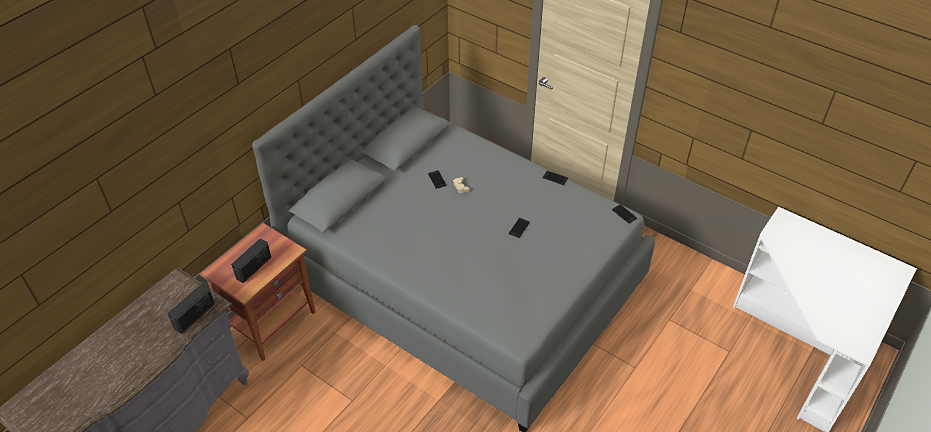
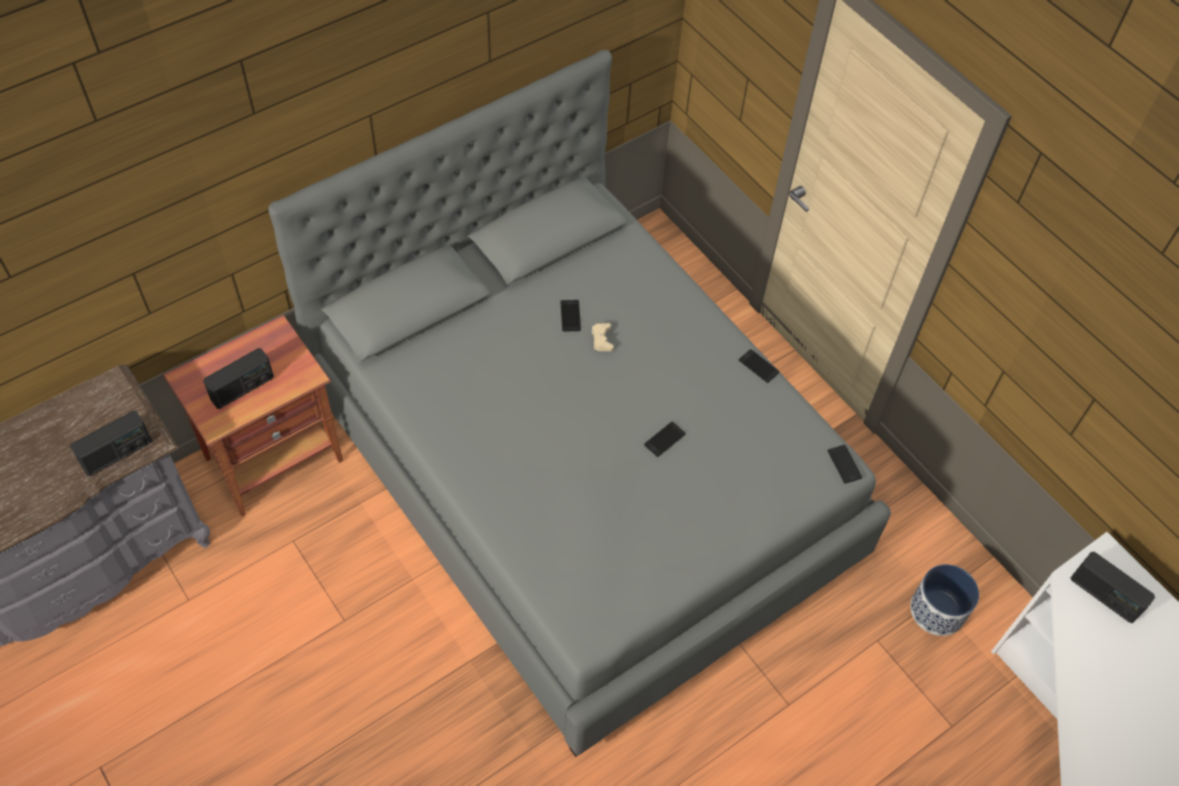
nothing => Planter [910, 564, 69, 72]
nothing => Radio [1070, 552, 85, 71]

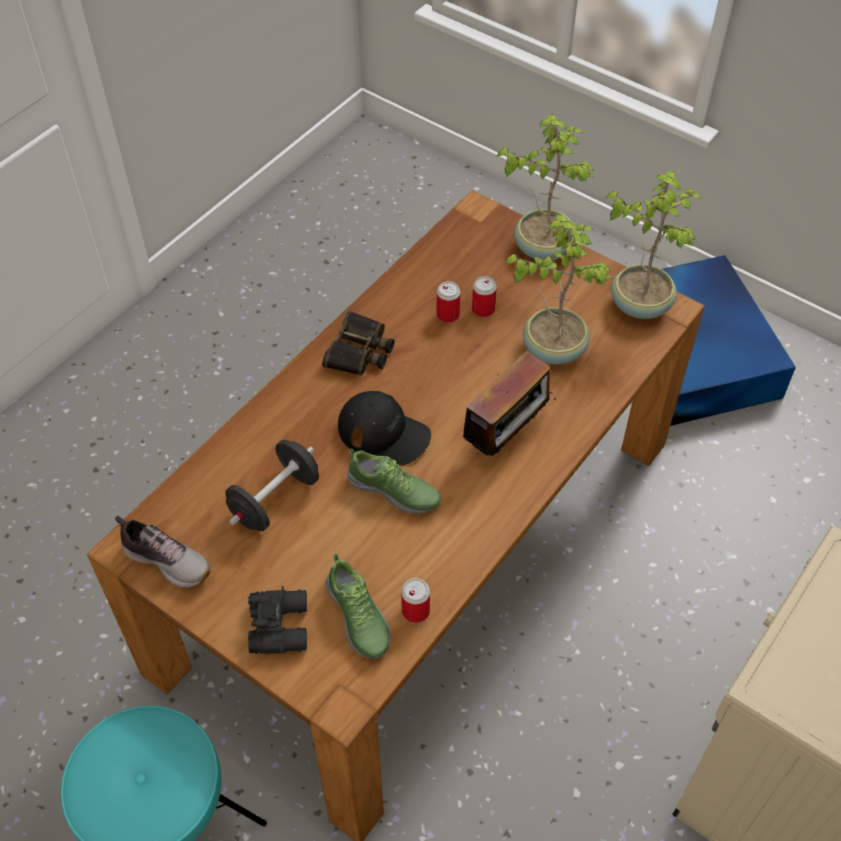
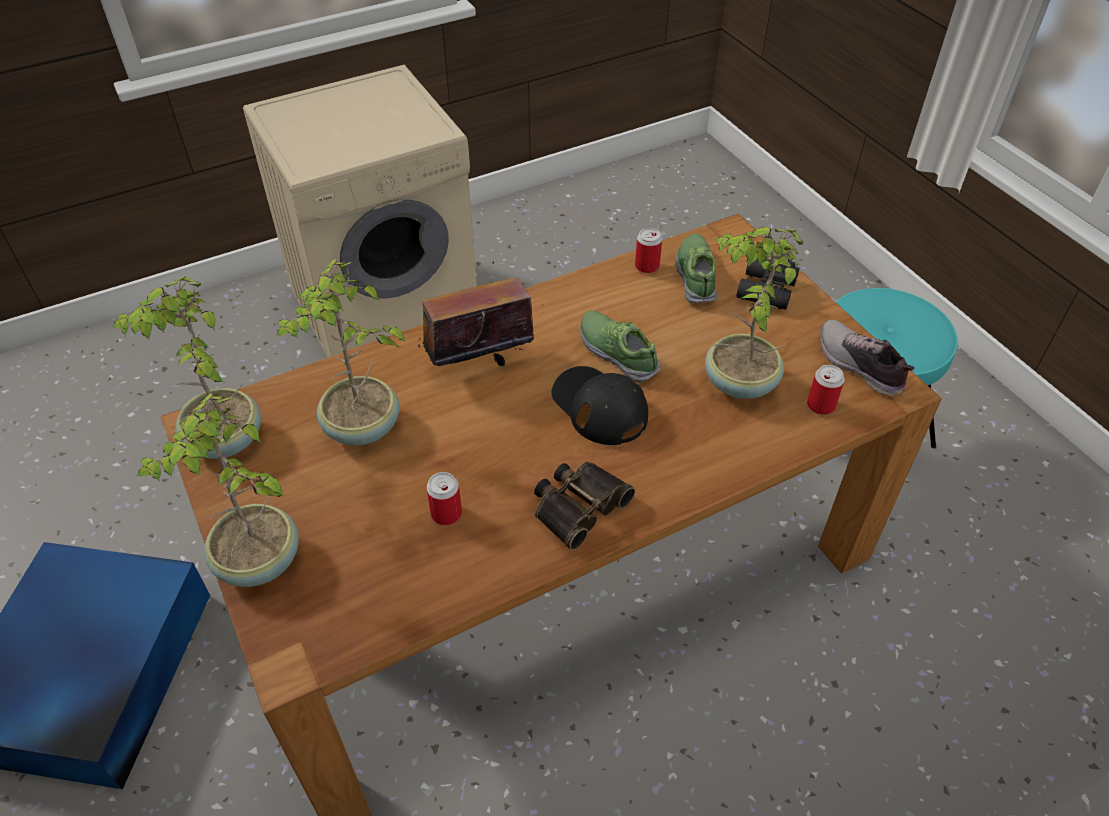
BlackDumbbell [225, 440, 94, 91] => PottedPlant [705, 227, 98, 172]
Can [472, 276, 25, 41] => Can [807, 365, 38, 50], shifted

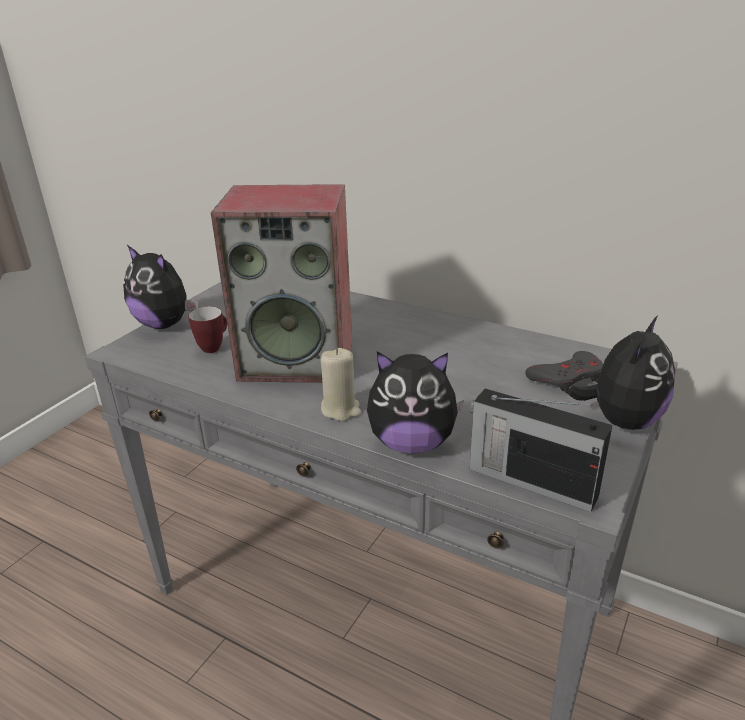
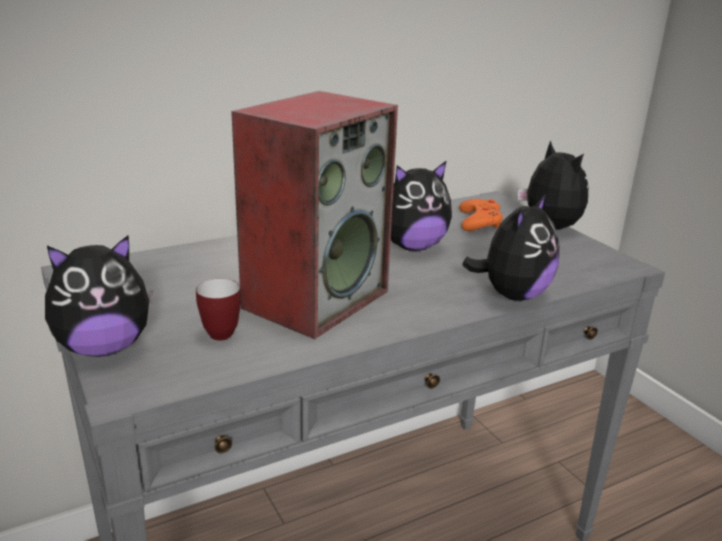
BeigeCandle [321, 348, 40, 73] => nothing
Radio [470, 388, 142, 124] => nothing
GreyGameController [525, 351, 78, 42] => OrangeGameController [459, 199, 44, 32]
nothing => PlushToy [391, 161, 61, 90]

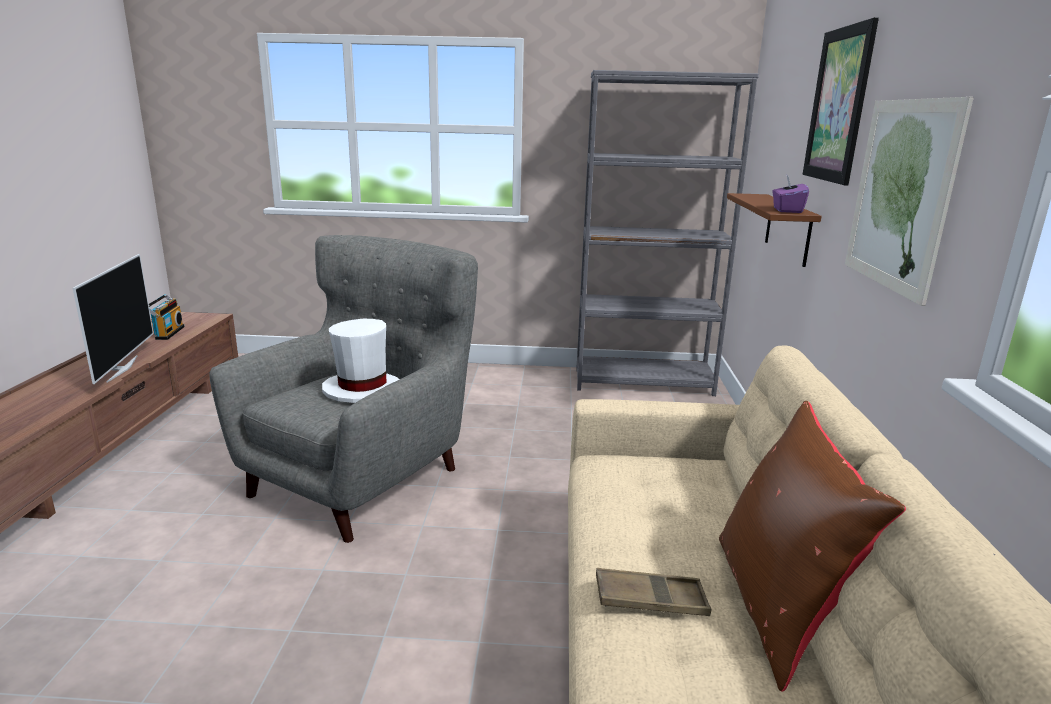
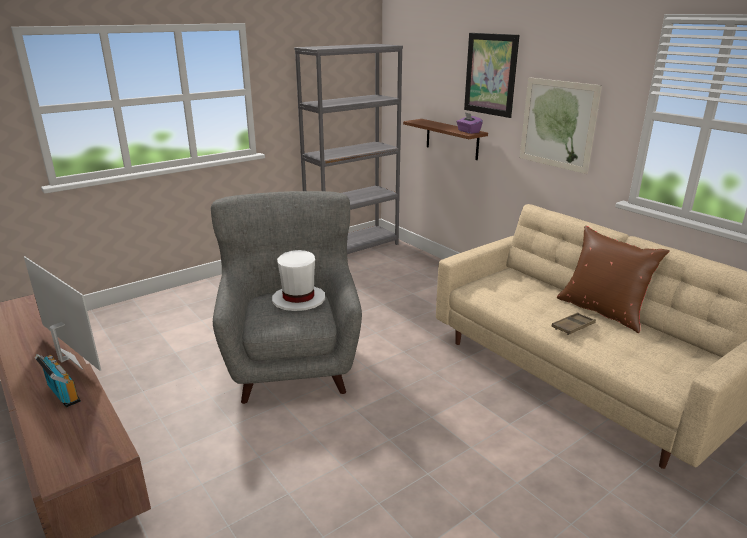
Radio [149, 294, 36, 46] => Radio [35, 354, 46, 53], shifted

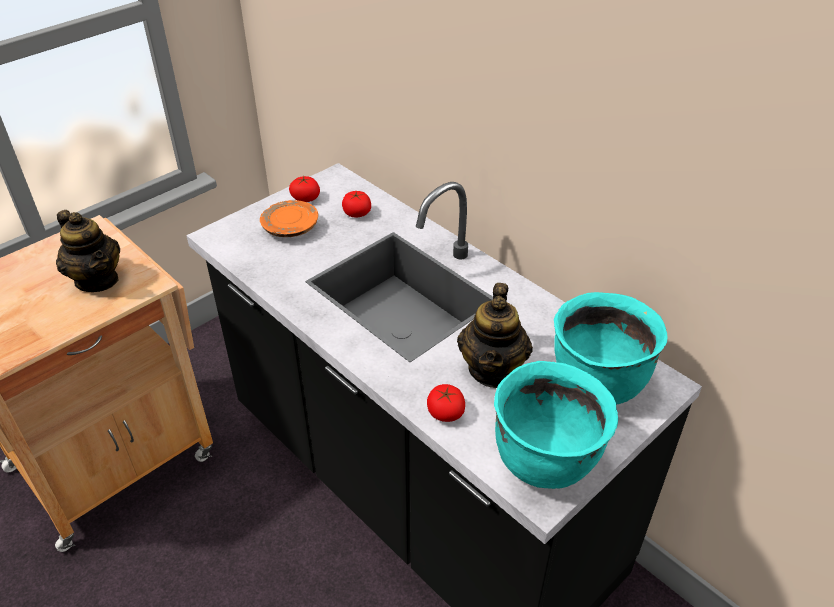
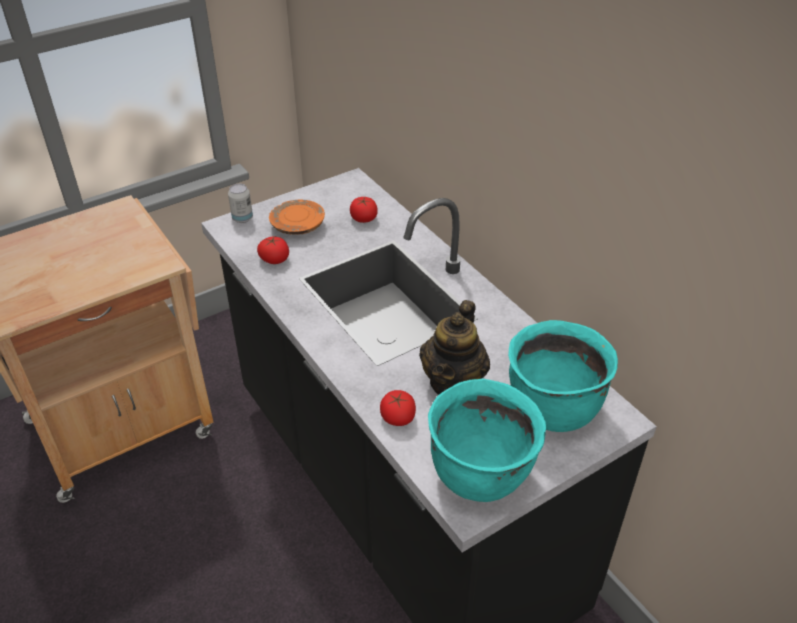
Teapot [56, 210, 64, 82] => nothing
Tomato [289, 176, 31, 26] => Tomato [257, 235, 32, 29], shifted
nothing => Can [228, 183, 25, 40]

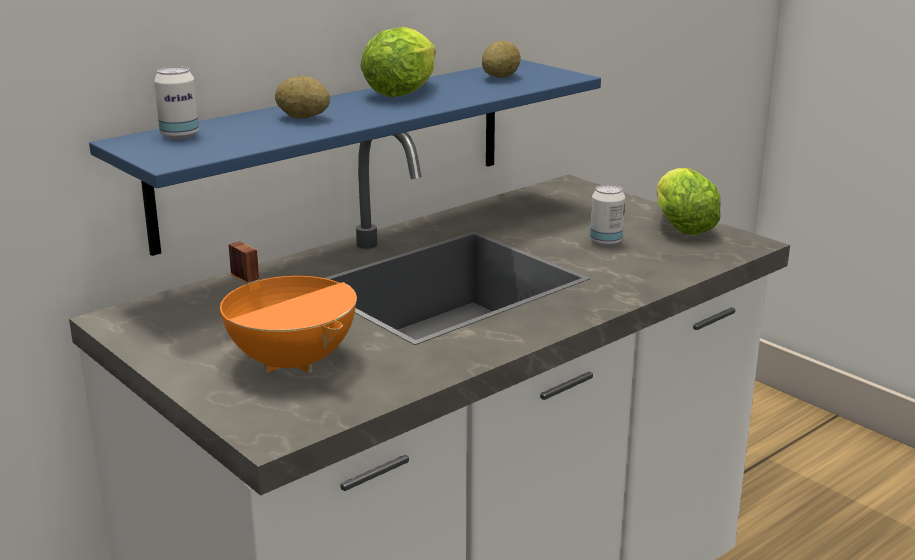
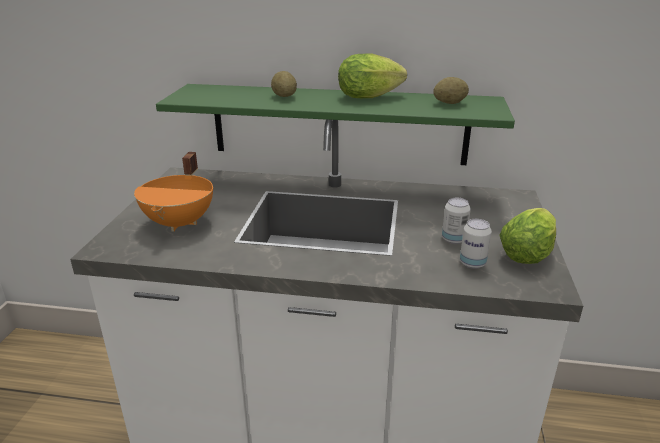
BlueShelf [89, 59, 512, 197] => GreenShelf [156, 84, 359, 81]
Can [154, 66, 45, 74] => Can [460, 219, 32, 50], shifted

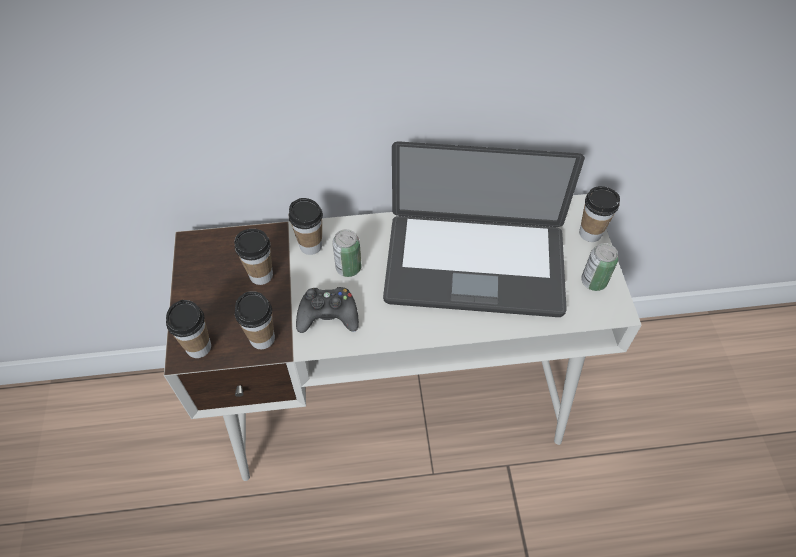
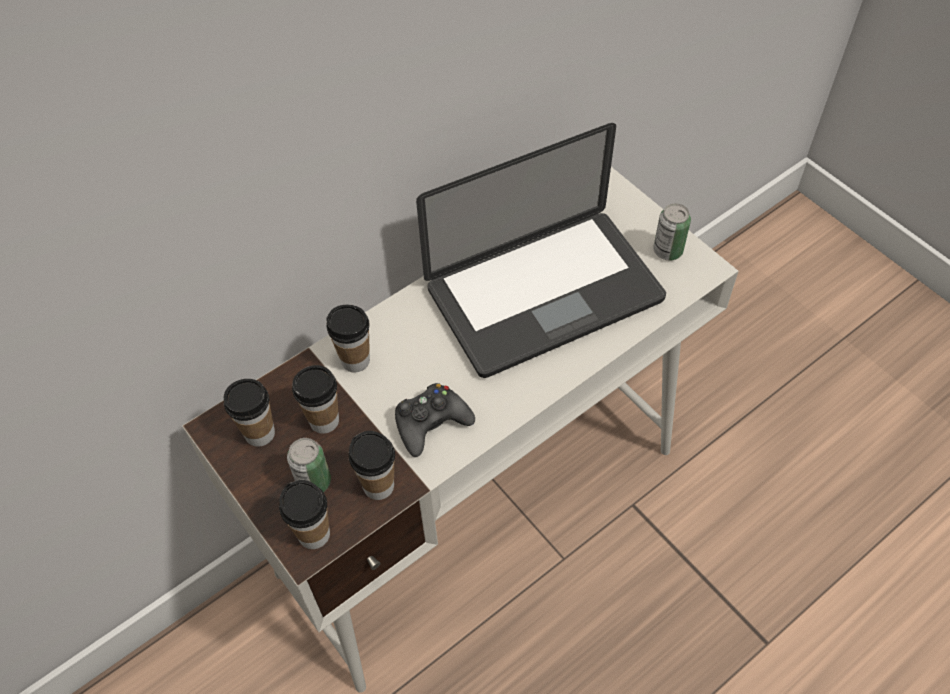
Can [332, 229, 30, 48] => Can [287, 438, 44, 54], shifted
Cup [579, 186, 41, 56] => Cup [224, 379, 51, 68], shifted

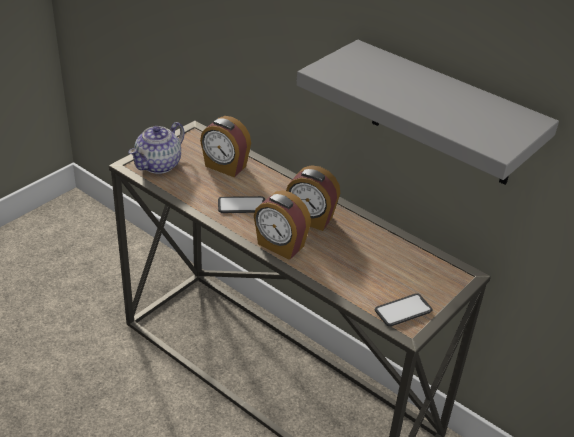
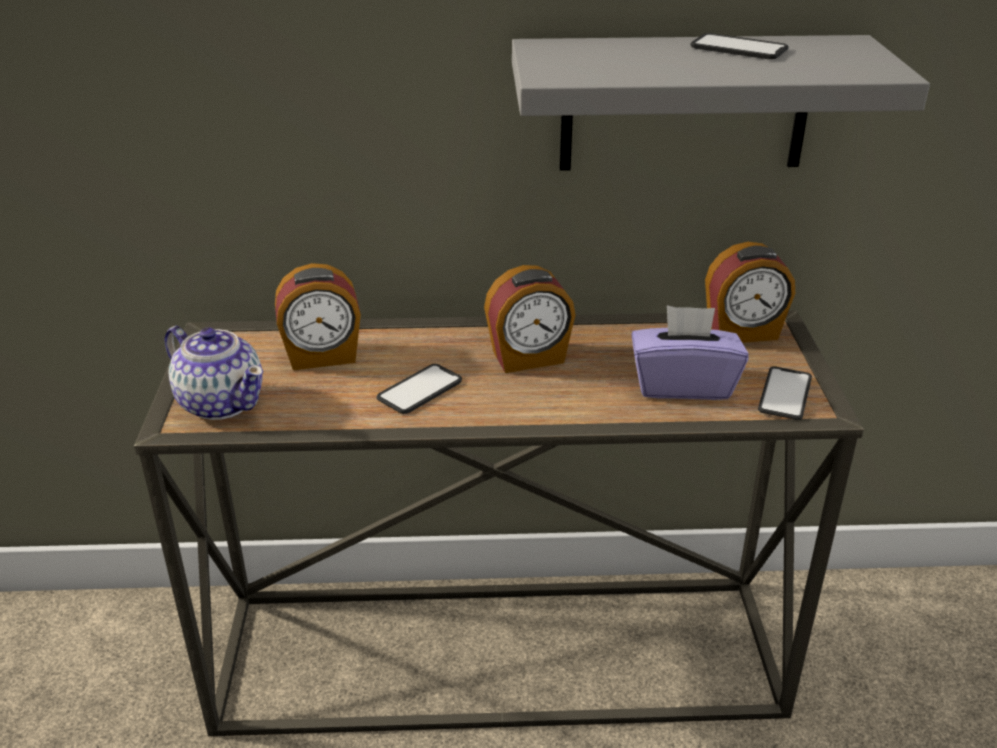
Teapot [128, 122, 57, 52] => Teapot [165, 326, 98, 94], 45 degrees counterclockwise
AlarmClock [254, 190, 57, 70] => AlarmClock [705, 242, 90, 101], shifted
nothing => PurpleTissueBox [631, 305, 118, 95]
nothing => Phone [691, 33, 98, 26]

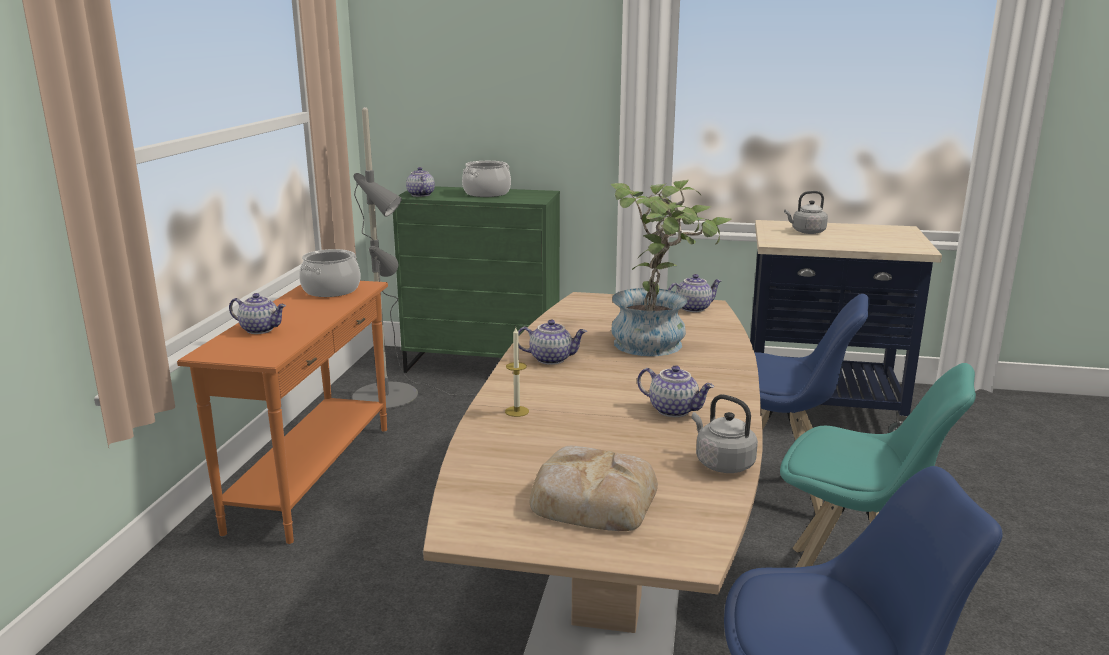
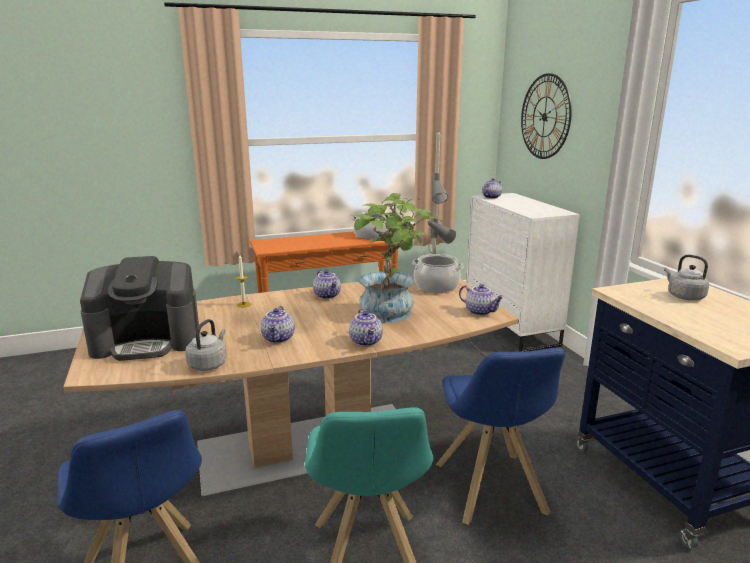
Teapot [229, 293, 57, 41] => Teapot [349, 309, 34, 37], shifted
GreenDresser [393, 186, 167, 187] => WhiteDresser [466, 193, 114, 159]
CookingPot [462, 161, 49, 36] => CookingPot [412, 254, 52, 39], shifted
Bread [530, 446, 128, 85] => CoffeeMachine [80, 256, 119, 105]
nothing => WallClock [521, 73, 51, 86]

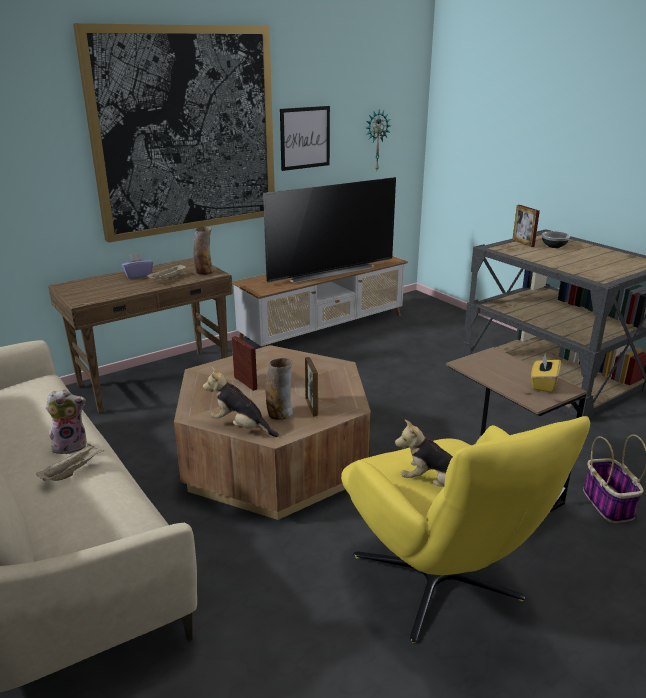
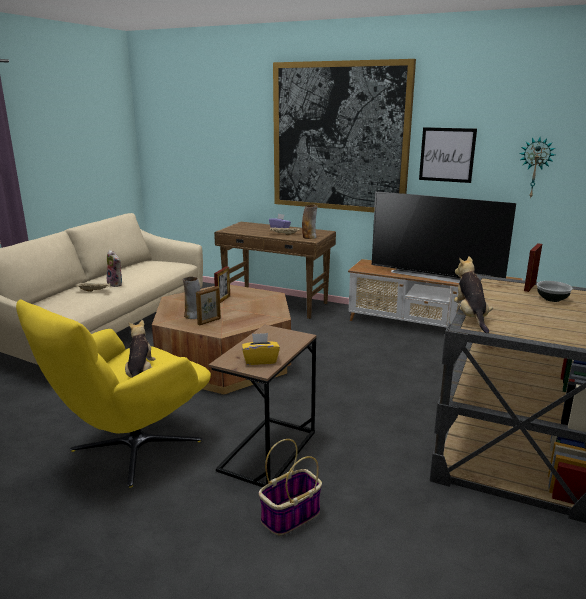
PlushToy [203, 367, 76, 70] => PlushToy [454, 256, 39, 77], shifted

